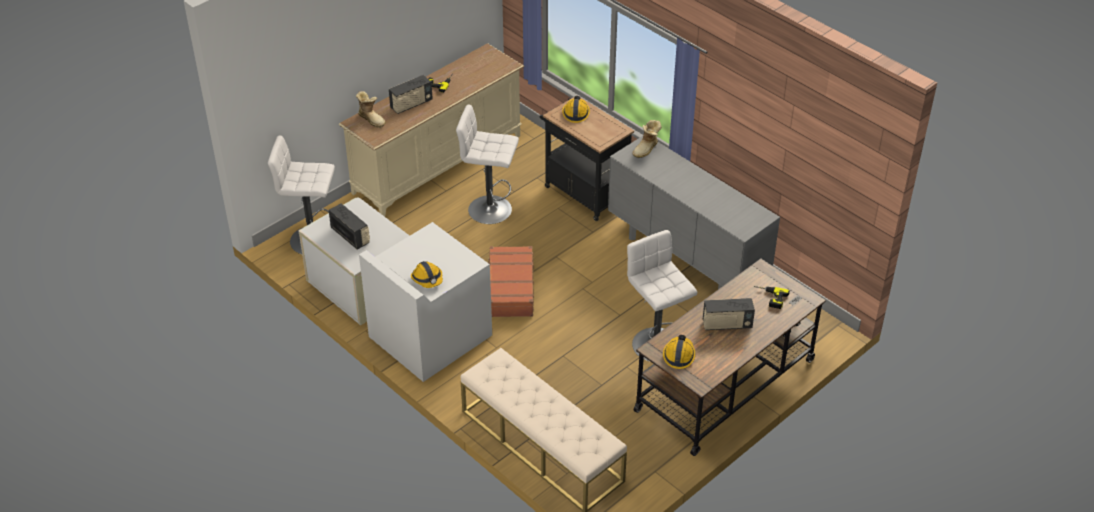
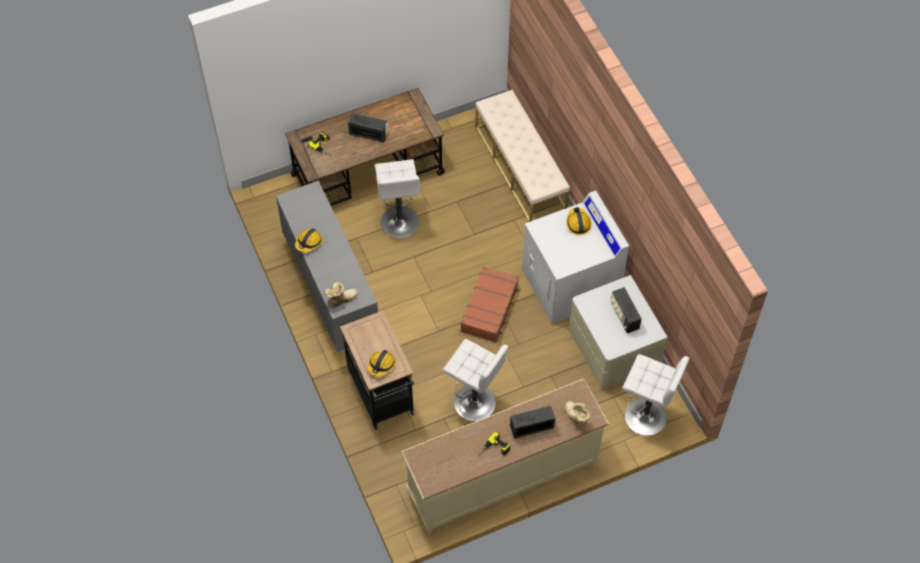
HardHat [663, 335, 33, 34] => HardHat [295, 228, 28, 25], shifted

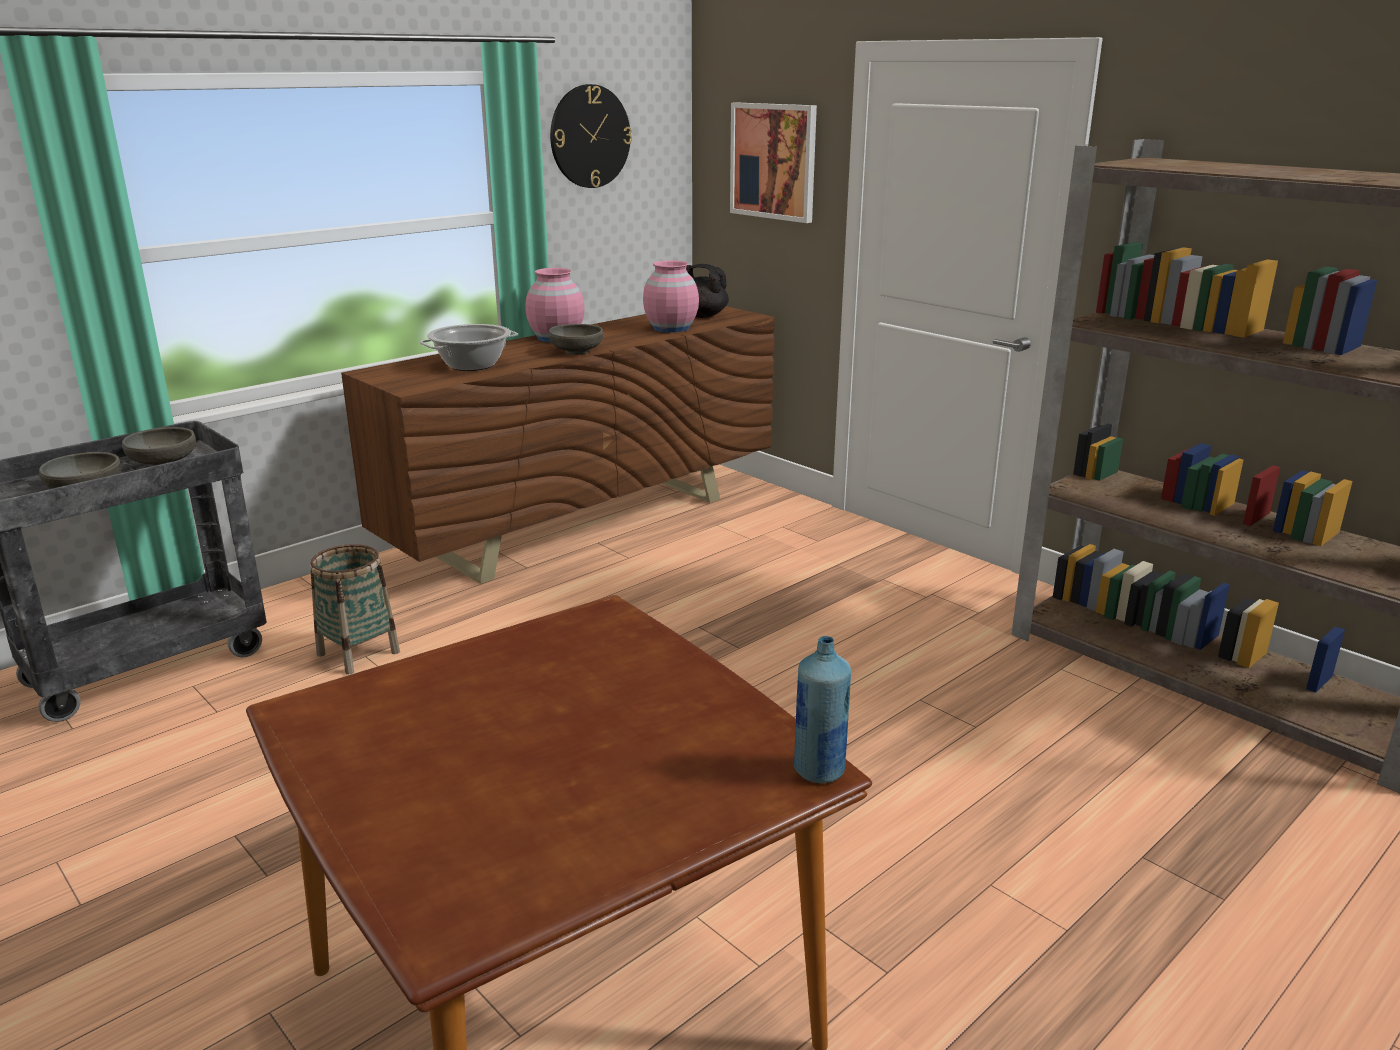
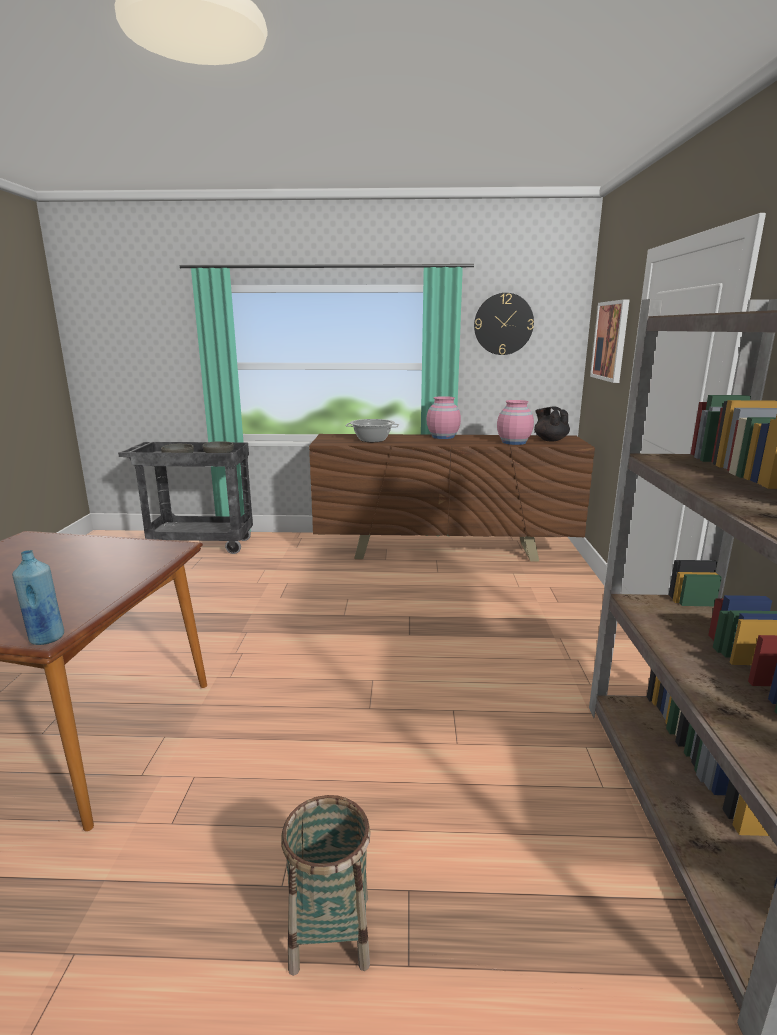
Basket [310, 544, 90, 130] => Basket [281, 795, 90, 181], shifted
GreyBowl [549, 324, 54, 31] => nothing

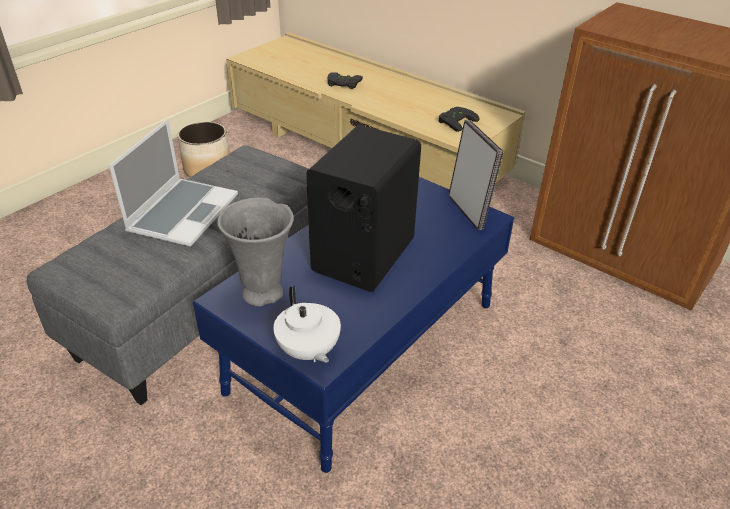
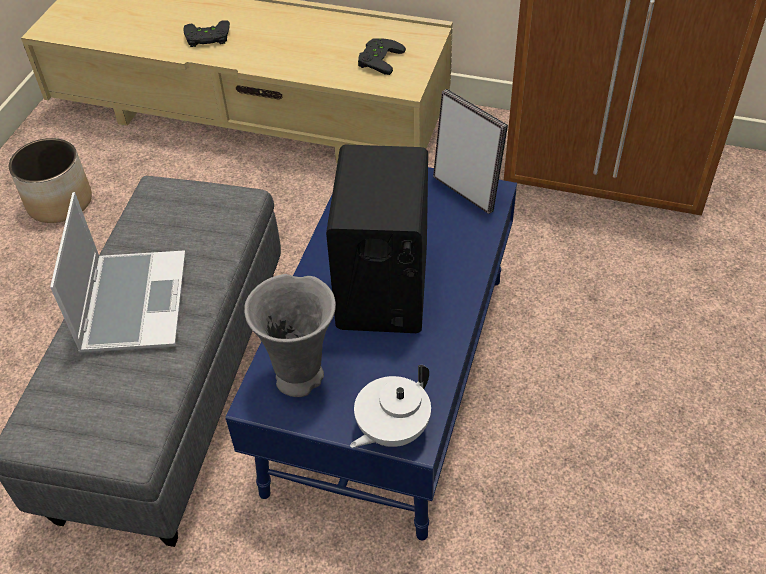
WhiteTeapot [273, 286, 68, 77] => WhiteTeapot [350, 365, 81, 83], 90 degrees clockwise

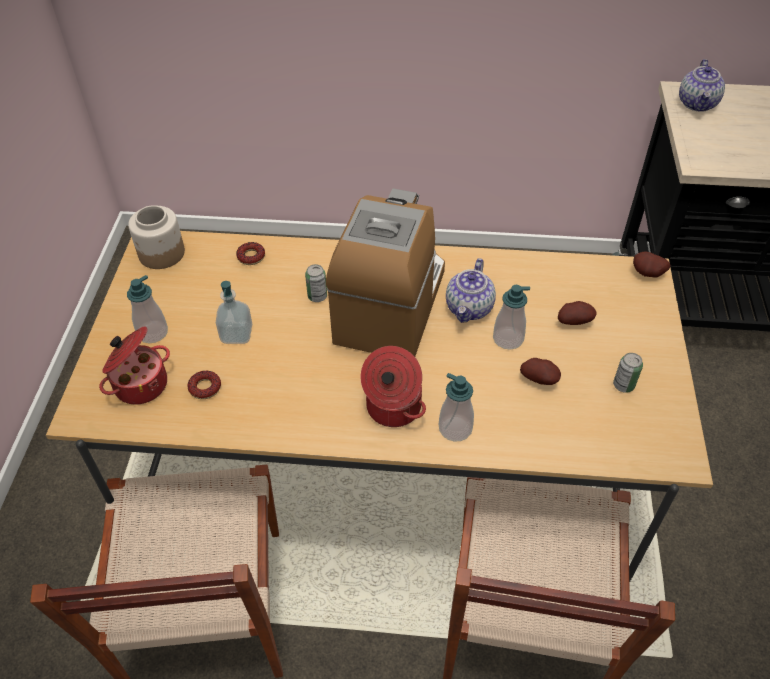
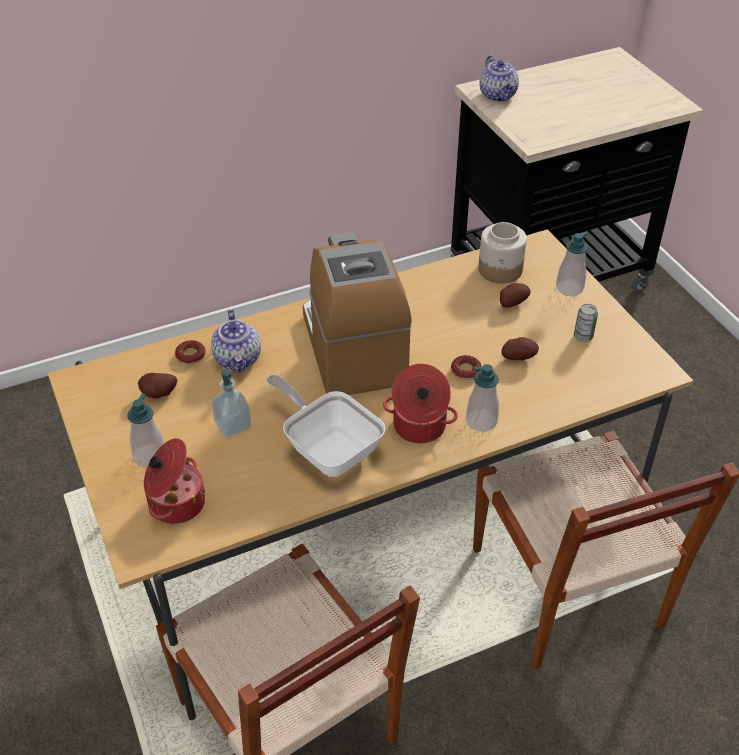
Jar [128, 205, 57, 64] => Jar [478, 222, 49, 62], shifted
Donut [188, 370, 33, 29] => Donut [451, 355, 30, 25], shifted
Can [305, 264, 22, 38] => nothing
Teapot [446, 258, 50, 65] => Teapot [211, 309, 50, 64], shifted
SoapDispenser [493, 285, 37, 65] => SoapDispenser [556, 231, 33, 65], shifted
Potato [633, 252, 38, 26] => Potato [138, 373, 39, 25], shifted
nothing => FryingPan [266, 375, 120, 102]

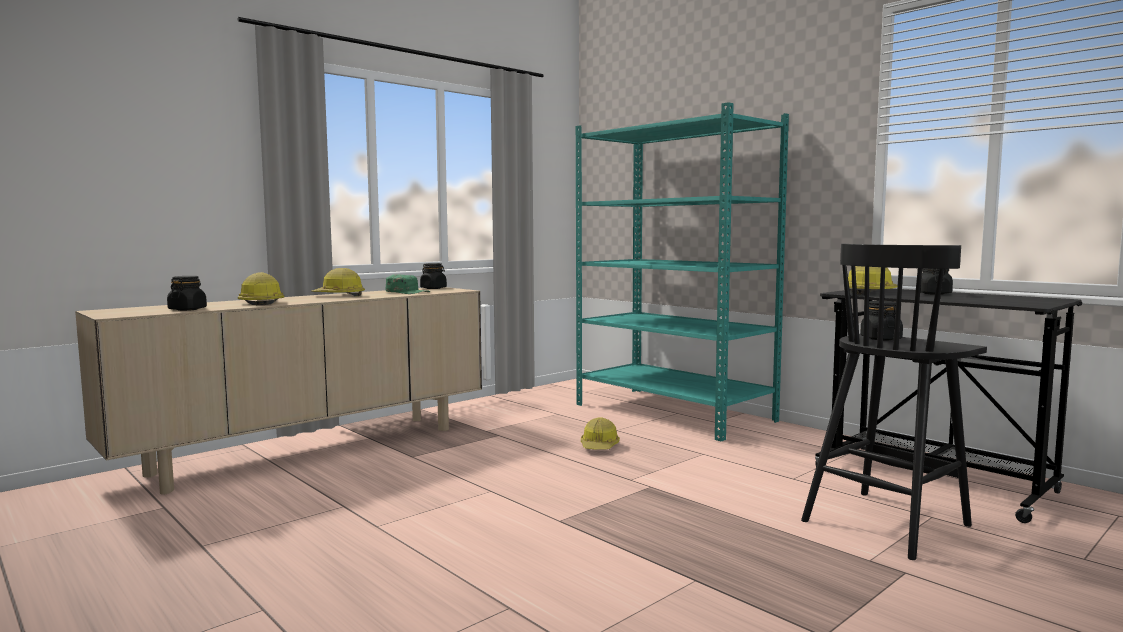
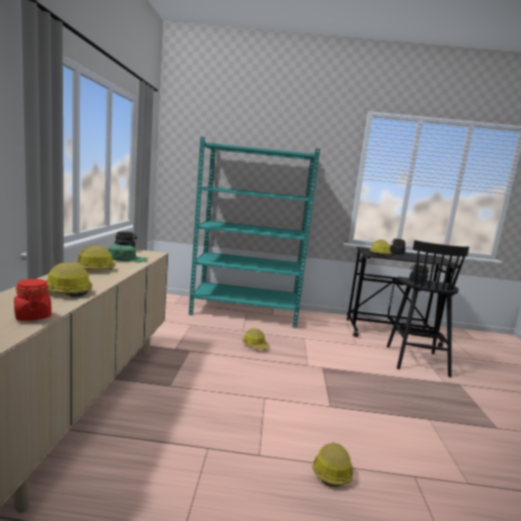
BlackJar [167, 276, 40, 35] => RedJar [14, 279, 38, 42]
nothing => HardHat [312, 443, 41, 44]

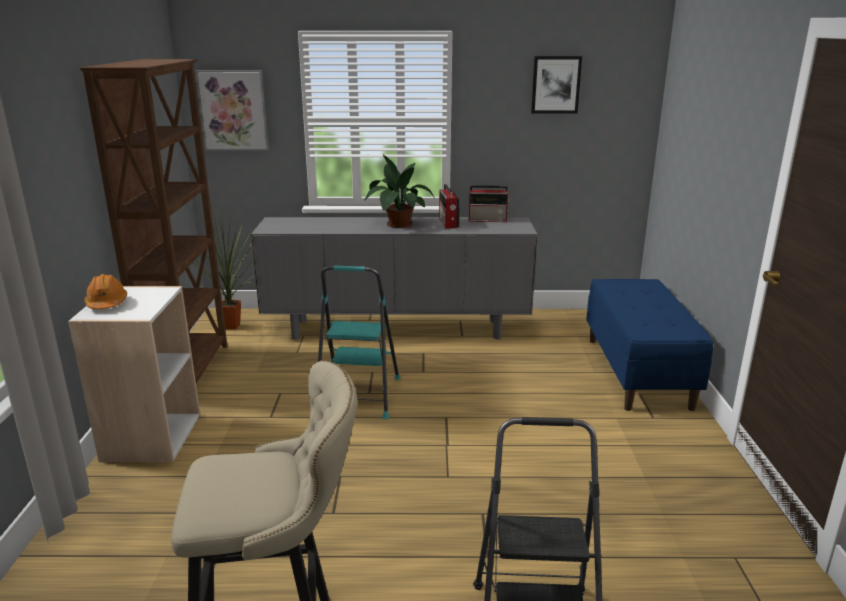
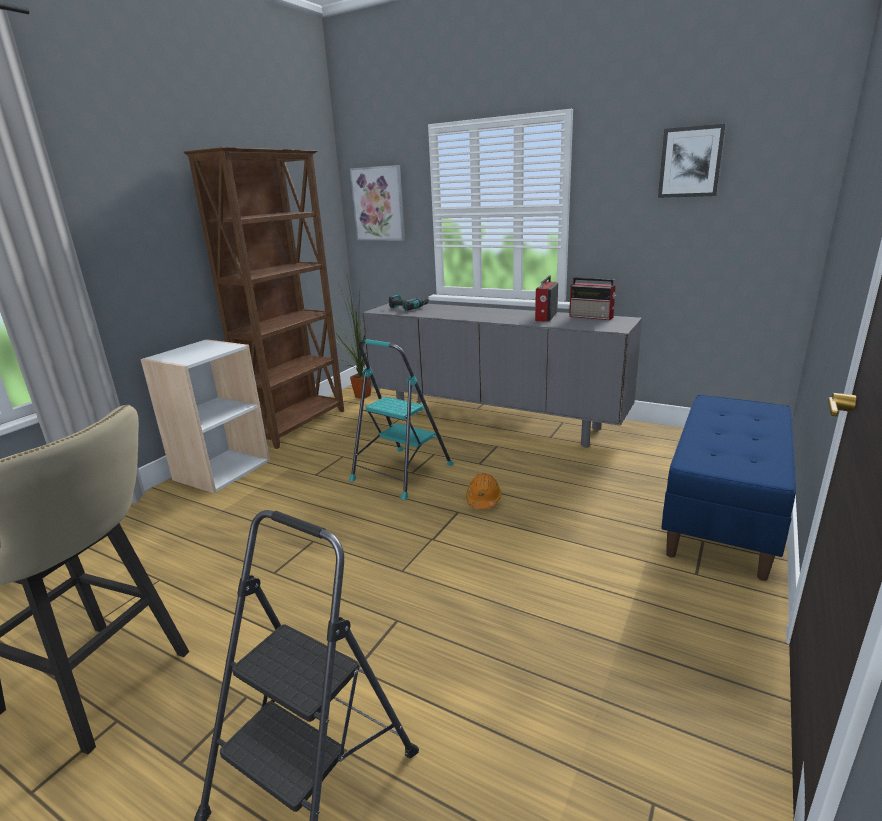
OrangeHardHat [84, 274, 43, 35] => OrangeHardHat [466, 473, 35, 36], shifted
PottedPlant [364, 155, 71, 73] => nothing
nothing => PowerDrill [389, 295, 40, 16]

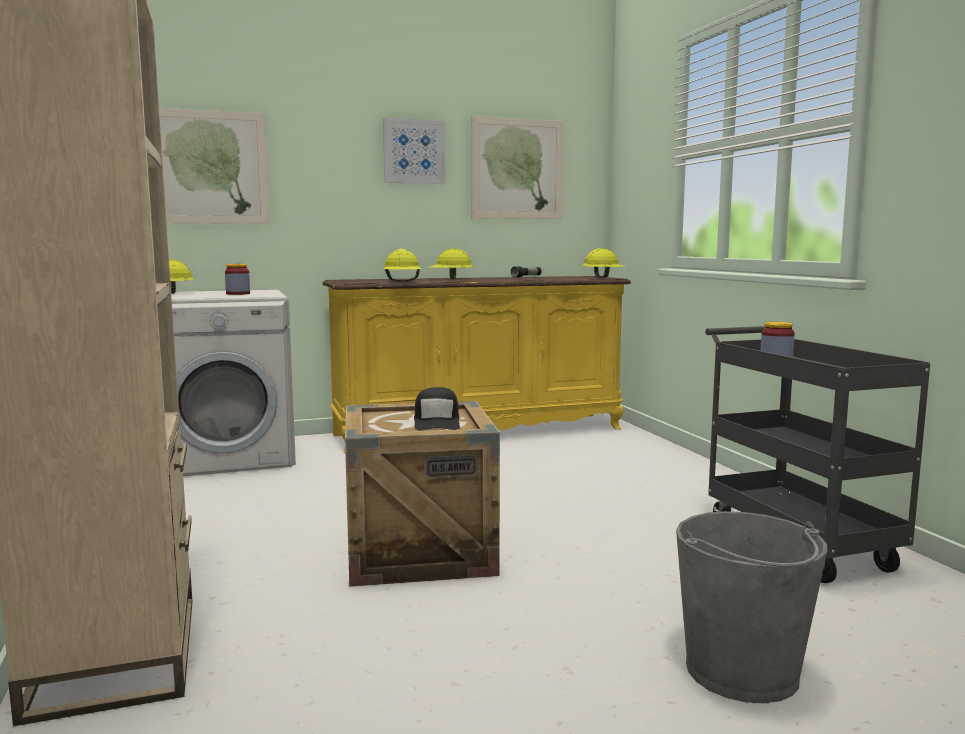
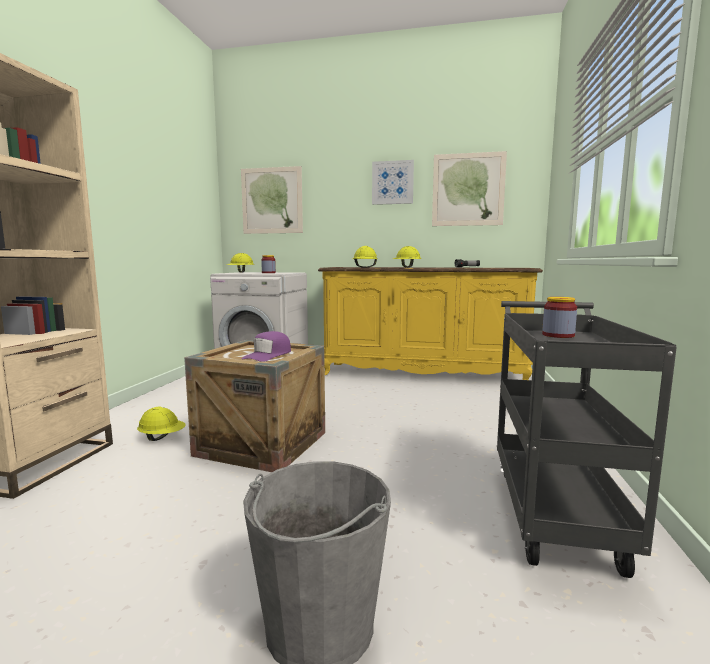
BlackCap [414, 387, 46, 44] => PurpleCap [241, 331, 50, 31]
YellowHardHat [583, 248, 41, 30] => YellowHardHat [137, 407, 49, 34], shifted

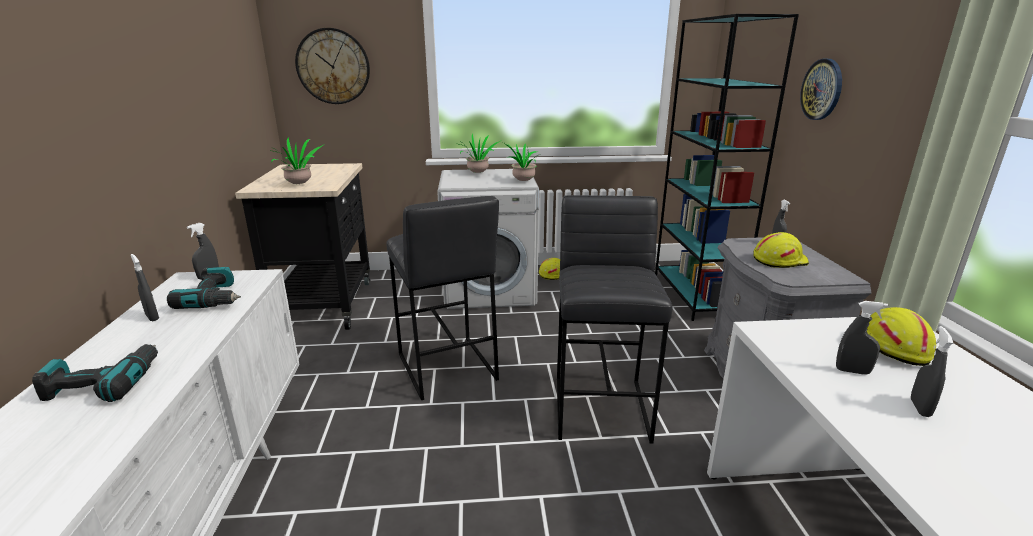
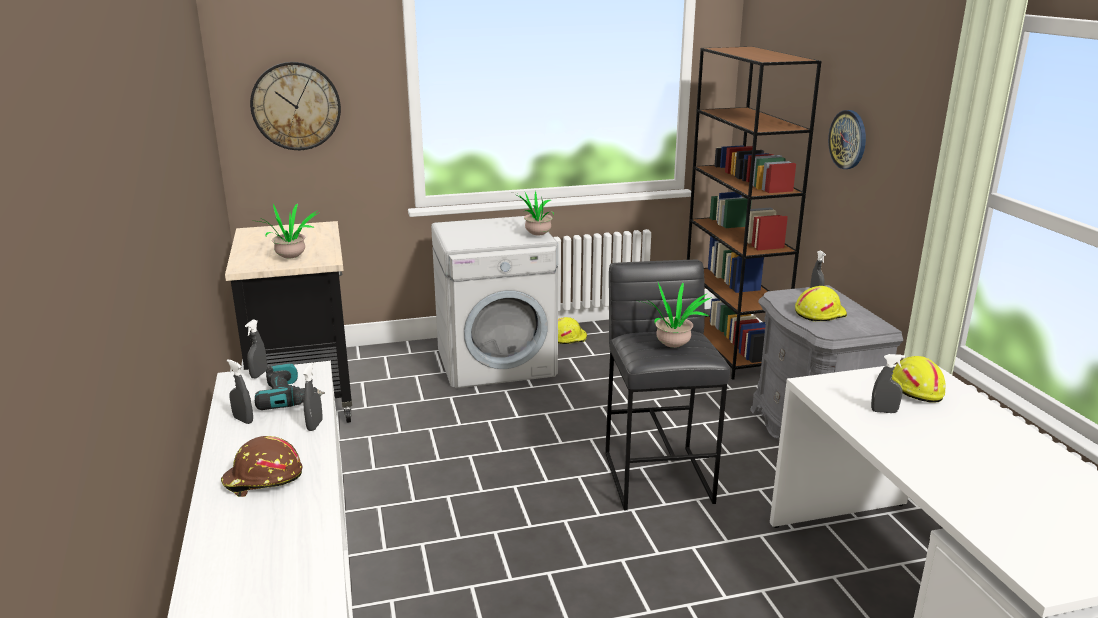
PowerDrill [32, 344, 126, 58] => BrownHardHat [221, 436, 81, 61]
GreyStool [387, 196, 112, 204] => nothing
PottedPlant [459, 133, 41, 40] => PottedPlant [634, 282, 78, 66], shifted
TurquoiseBookcase [655, 14, 144, 307] => BrownBookcase [687, 46, 134, 334]
GreySprayBottle [911, 326, 42, 91] => GreySprayBottle [303, 362, 19, 69], shifted

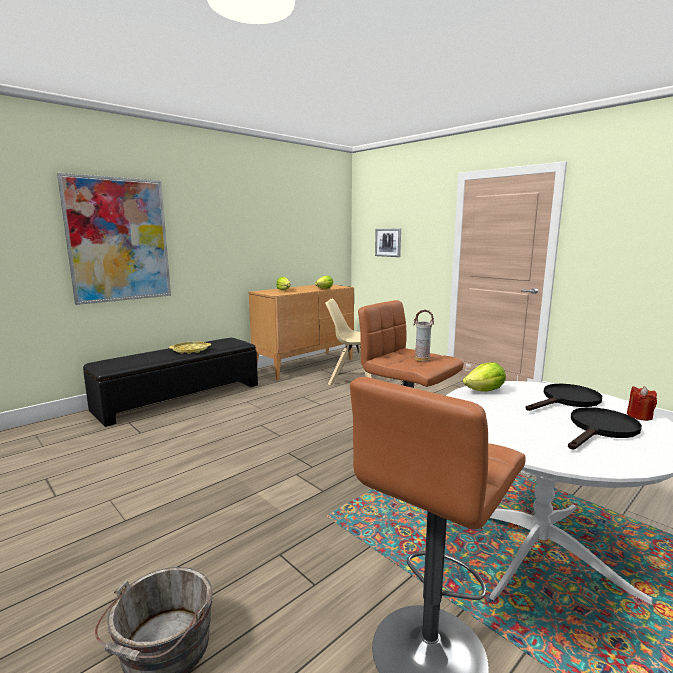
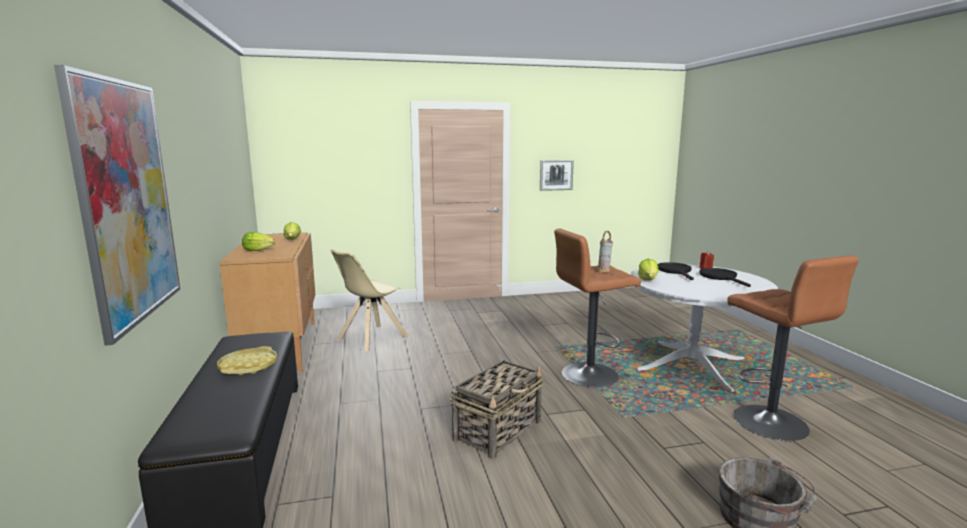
Picture [375, 229, 26, 28] => Picture [540, 160, 34, 31], shifted
nothing => Basket [450, 360, 93, 99]

